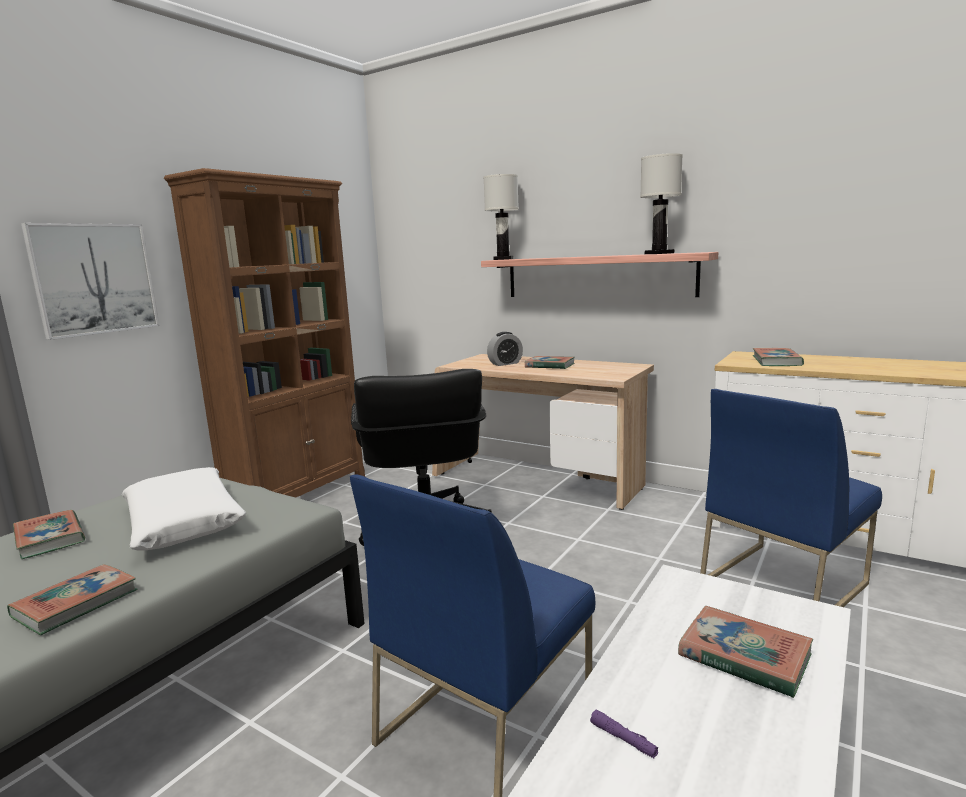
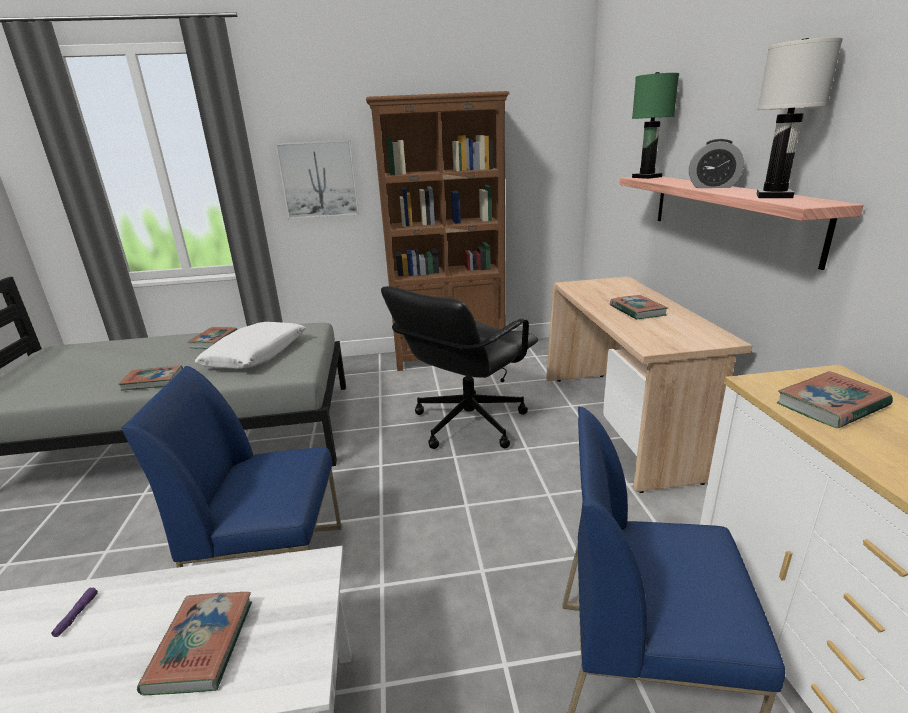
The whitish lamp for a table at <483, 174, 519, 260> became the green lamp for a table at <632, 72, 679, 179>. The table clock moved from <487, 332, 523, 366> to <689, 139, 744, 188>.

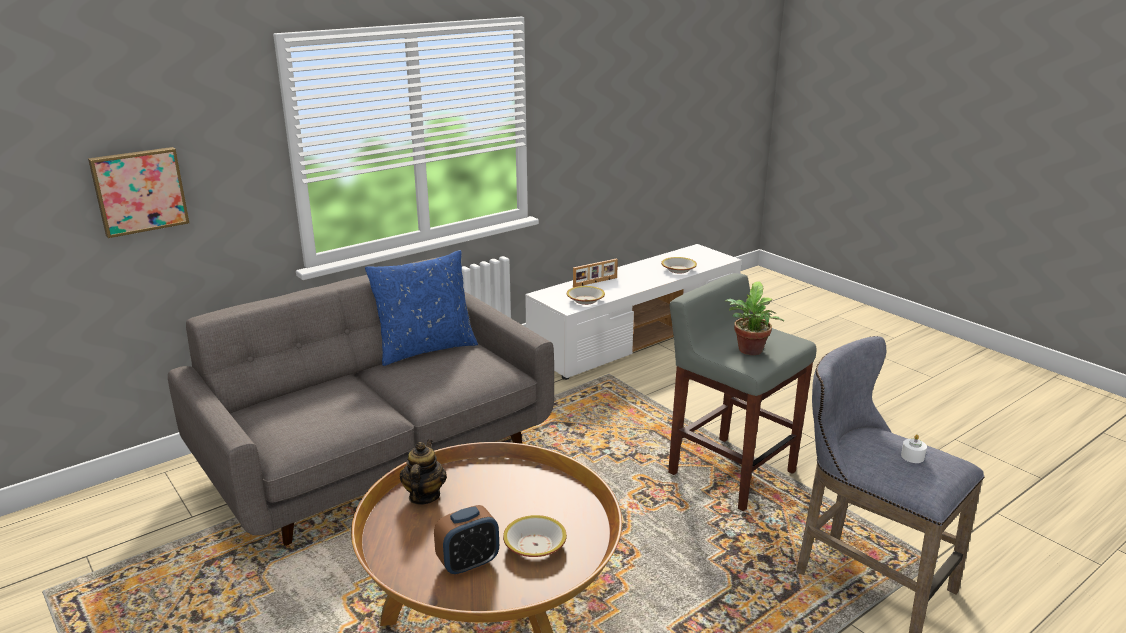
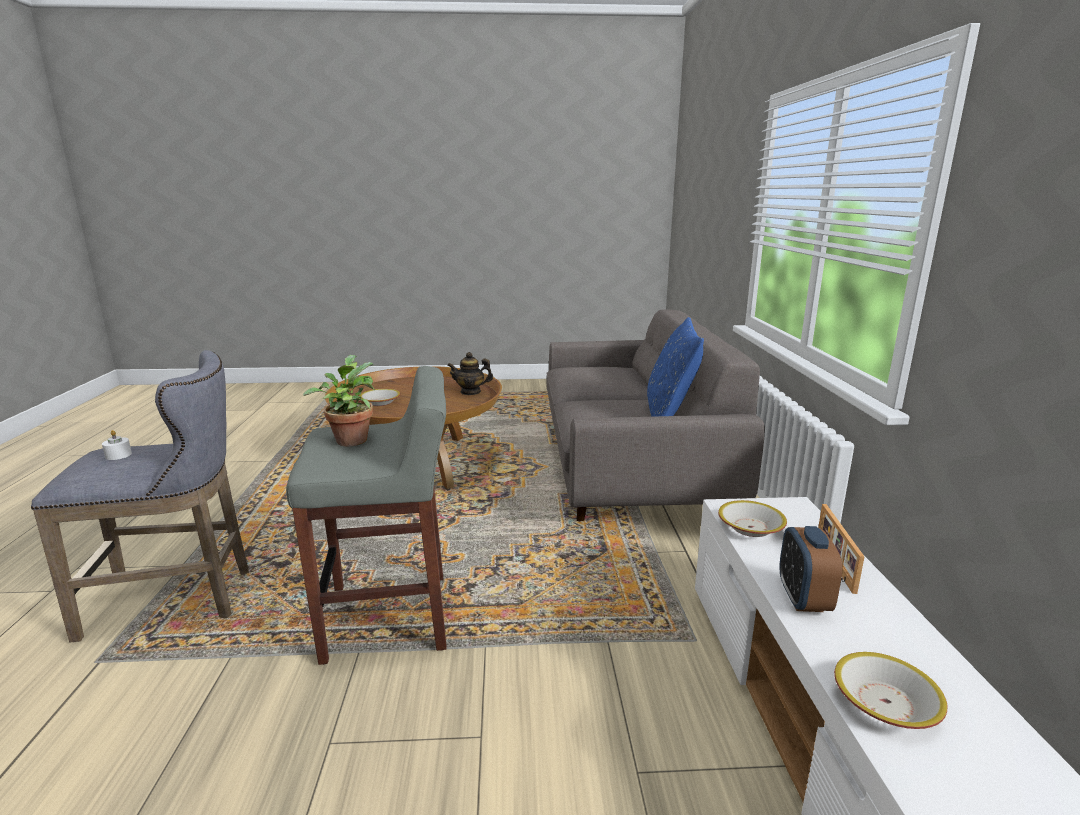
The pot for tea at <400, 440, 447, 505> turned 135 degrees clockwise. The table clock moved from <434, 505, 499, 576> to <779, 526, 842, 612>. The picture at <88, 147, 189, 238> disappeared.

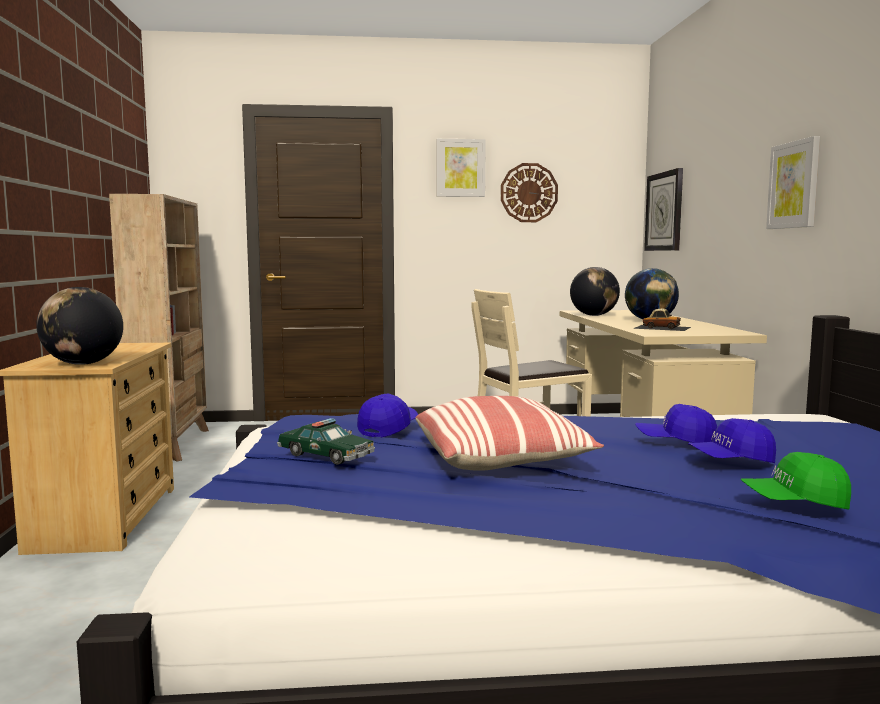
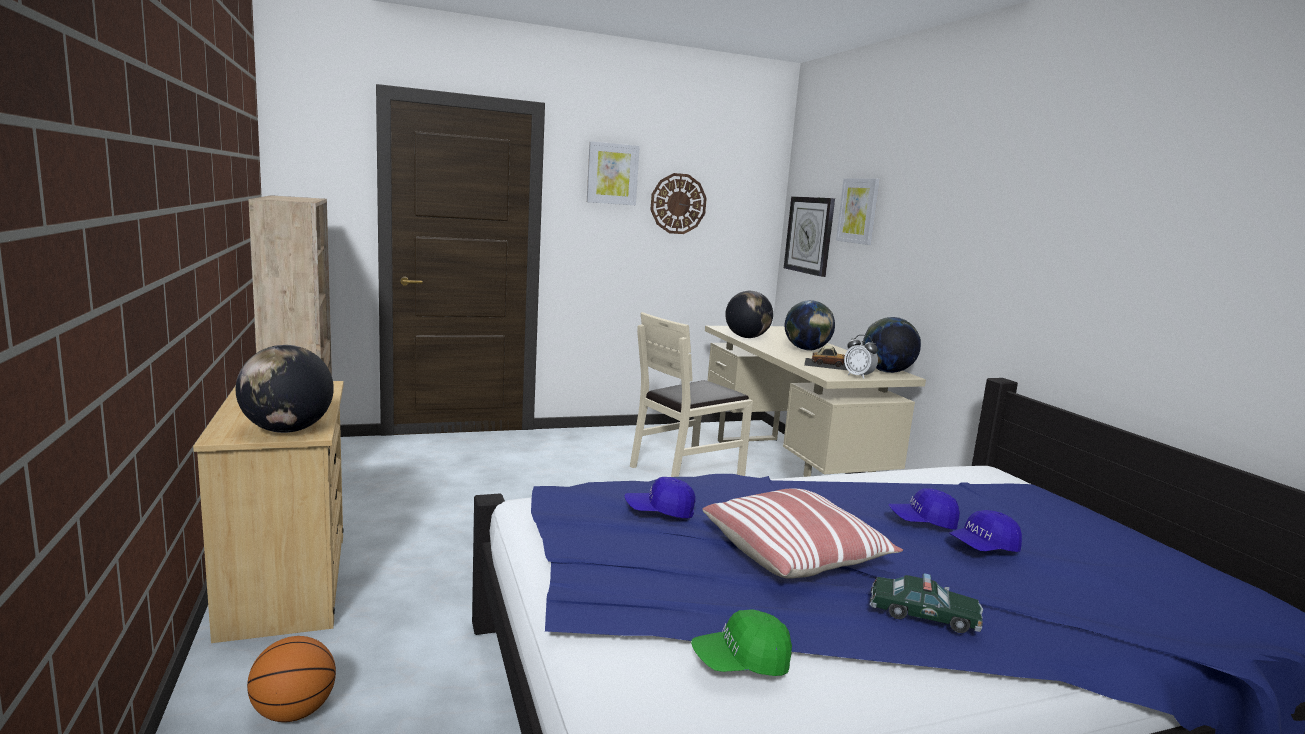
The ball for basketball at <247, 636, 336, 722> appeared. The blue cap at <357, 393, 418, 438> turned 105 degrees counterclockwise. The green cap moved from <741, 452, 851, 510> to <691, 609, 792, 676>. The picture moved from <766, 136, 820, 229> to <836, 178, 880, 245>. The table clock at <844, 335, 878, 379> appeared. The desk globe at <863, 317, 921, 373> appeared. The model car moved from <277, 418, 375, 465> to <870, 573, 983, 633>.

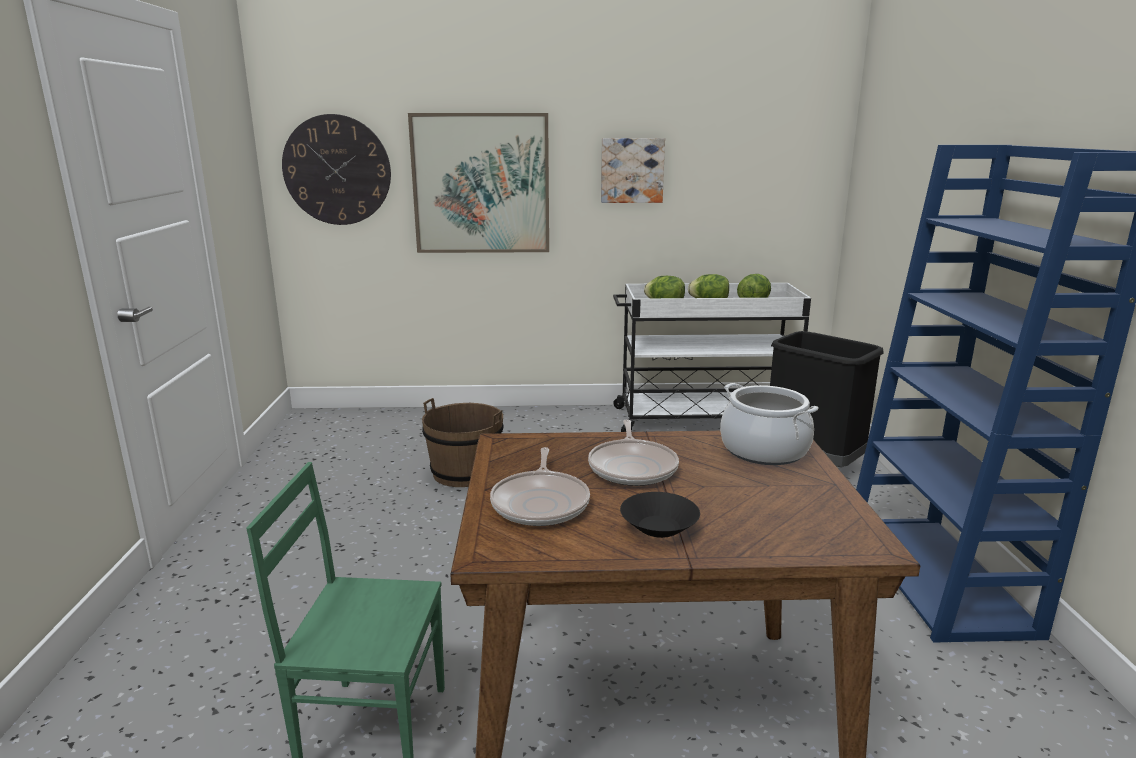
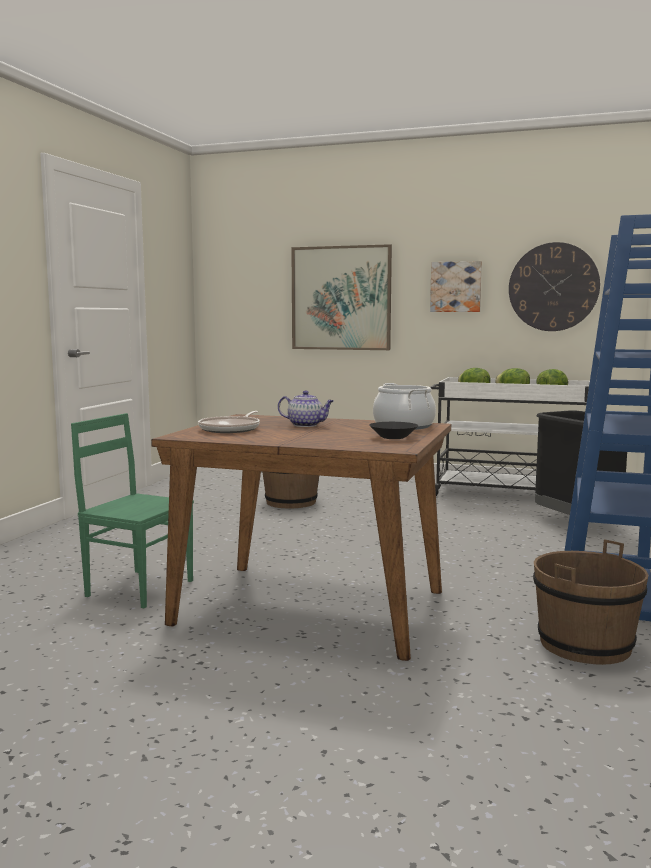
The frying pan at <588, 420, 679, 486> was replaced by the pot for tea at <278, 390, 334, 427>. The black-coloured bowl moved from <620, 492, 700, 538> to <369, 422, 418, 439>. The hanging clock moved from <282, 114, 391, 225> to <509, 242, 600, 331>. The brownish pail at <533, 539, 648, 665> appeared.

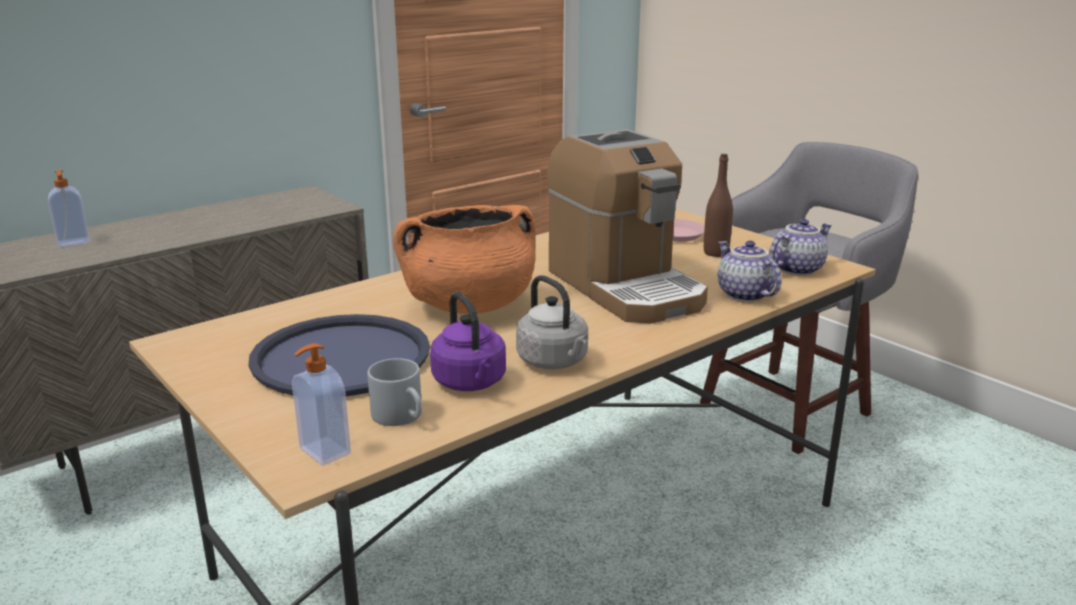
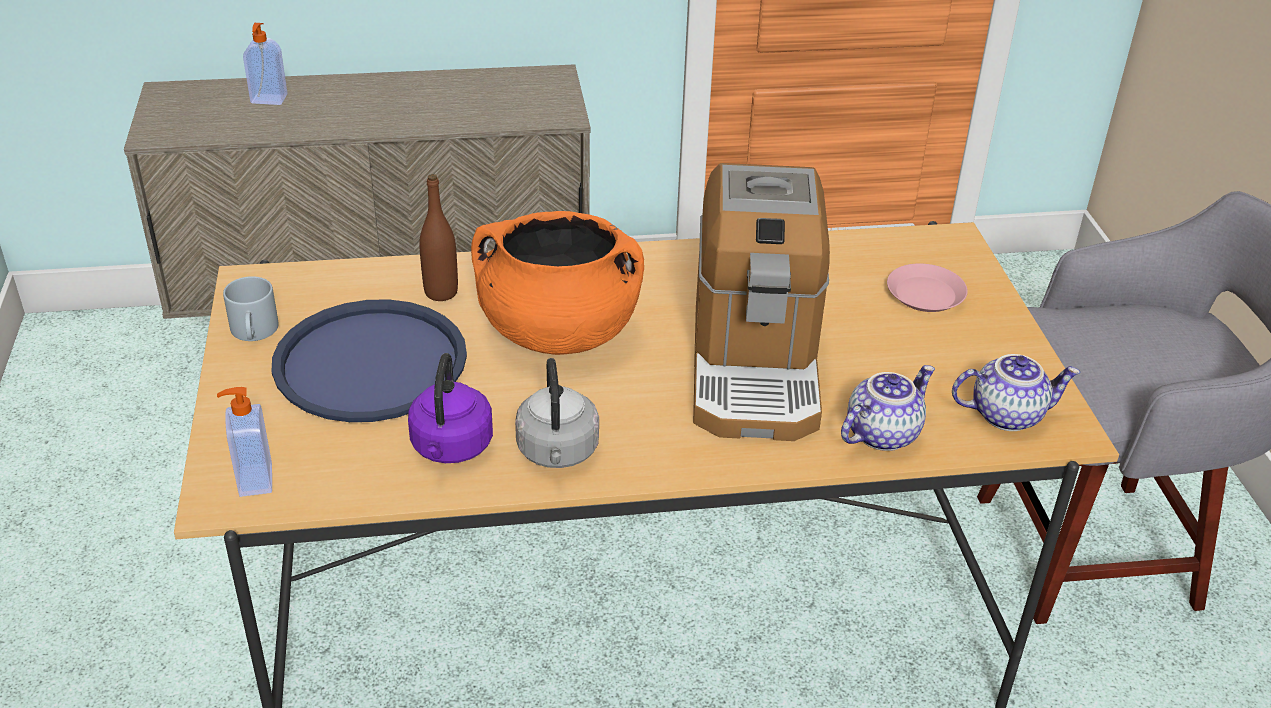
The gray tea mug moved from <367, 358, 422, 426> to <223, 276, 279, 341>. The brownish drink bottle moved from <704, 154, 733, 257> to <419, 174, 458, 301>. The pot for tea at <718, 241, 782, 302> turned 45 degrees clockwise.

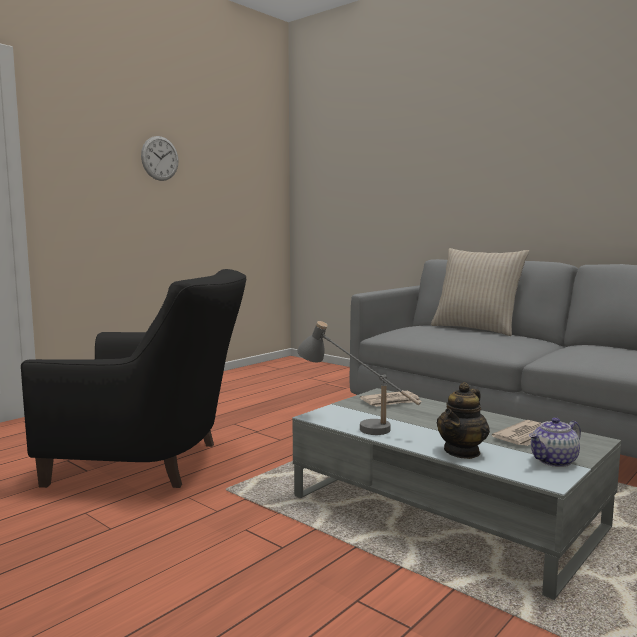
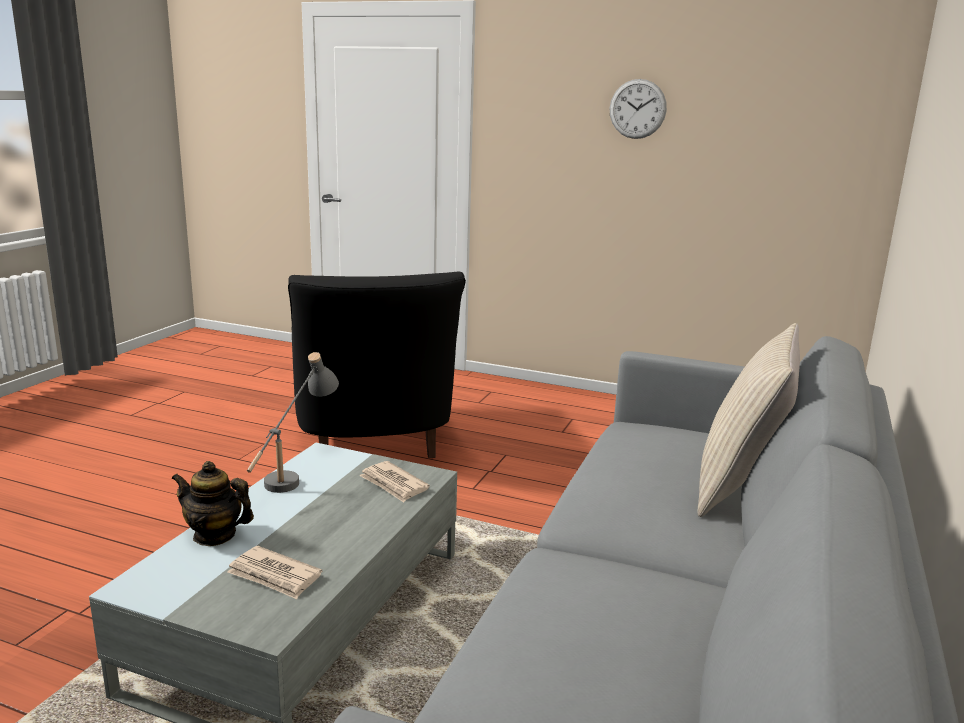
The pot for tea at <529, 417, 581, 467> disappeared.

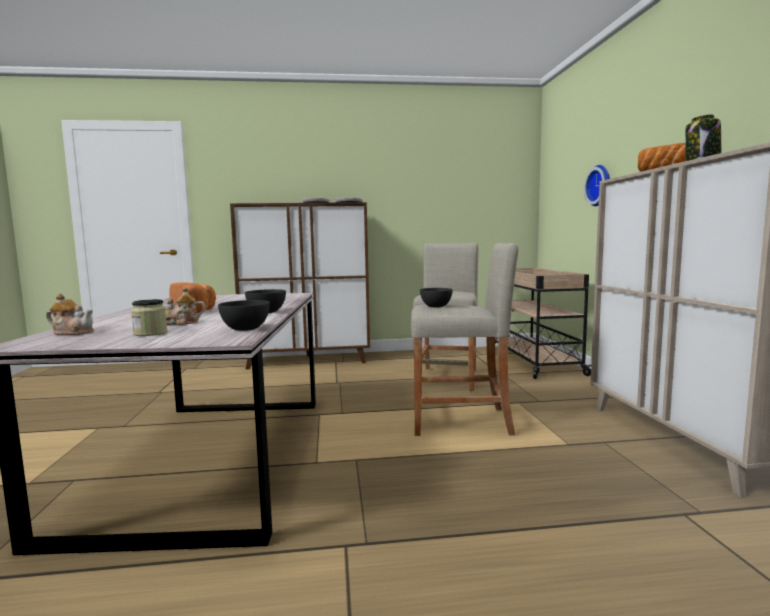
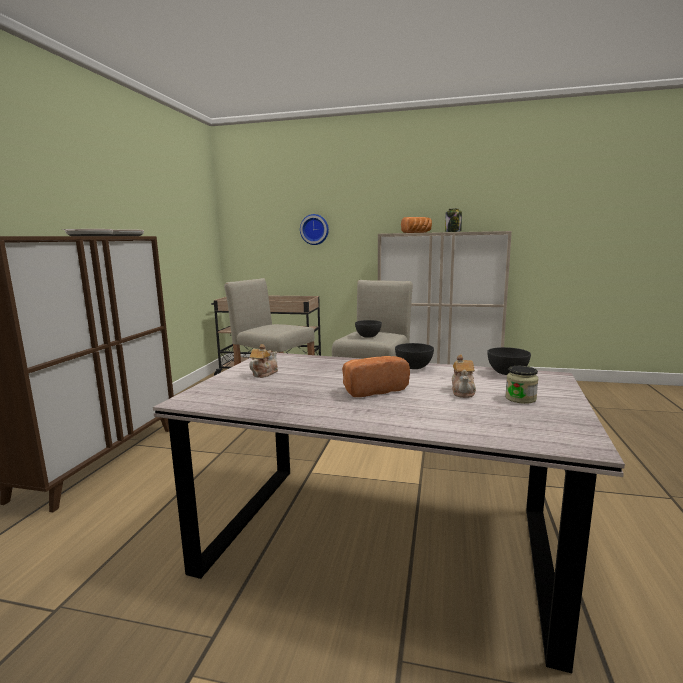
The pot for tea moved from <46, 293, 94, 335> to <249, 344, 278, 378>.

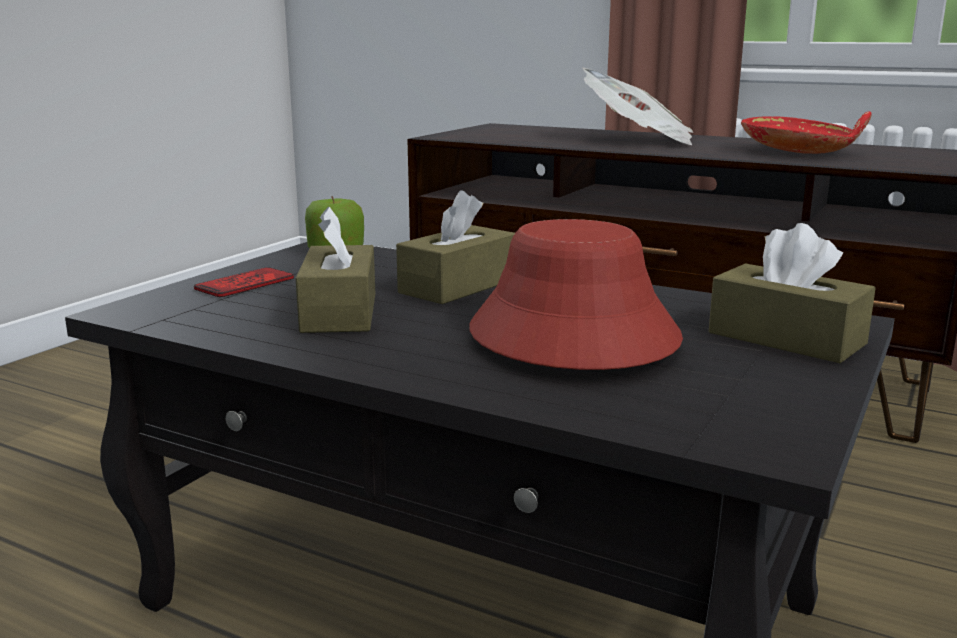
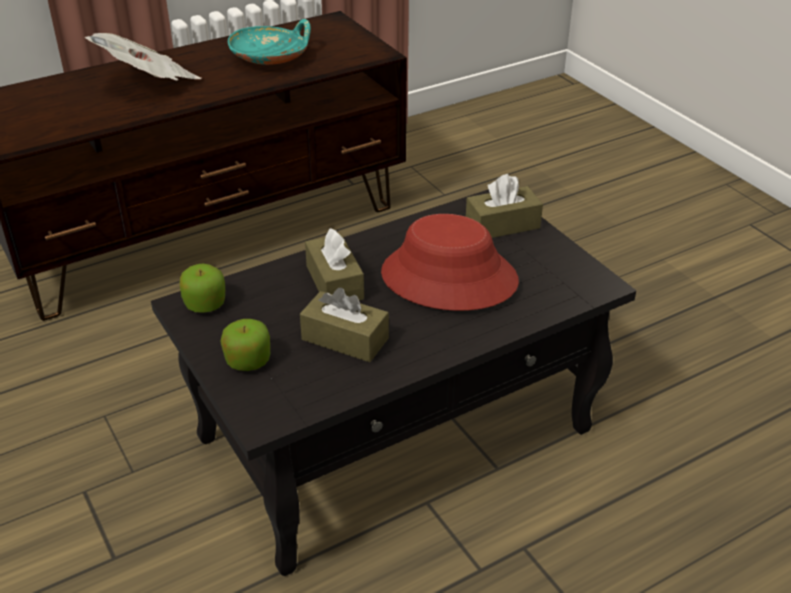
The phone at <194, 267, 294, 297> was replaced by the apple at <220, 319, 270, 371>. The reddish bowl at <741, 111, 872, 154> became the turquoise-coloured bowl at <228, 19, 311, 65>.

